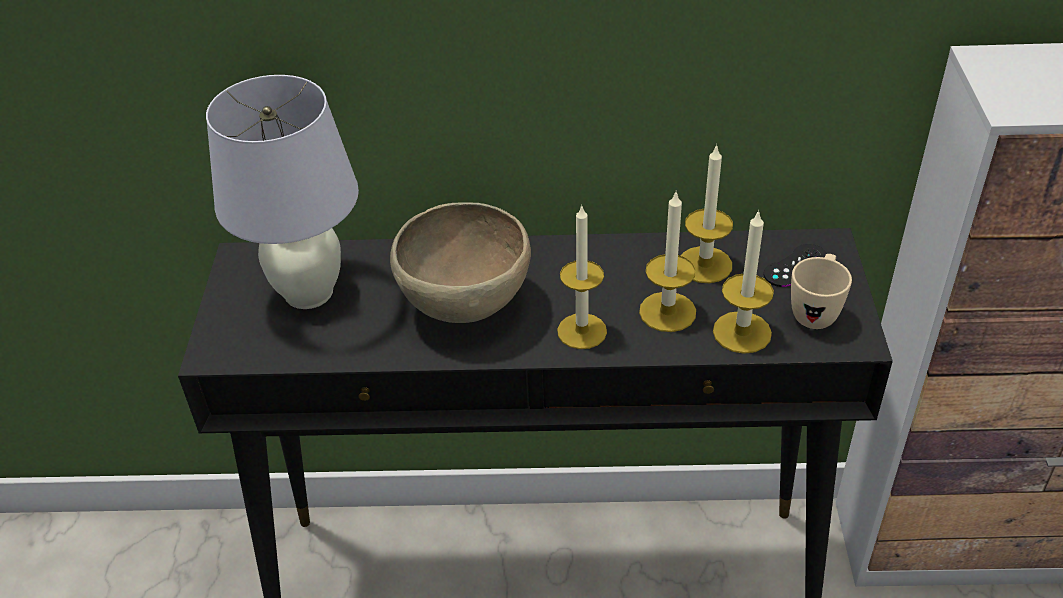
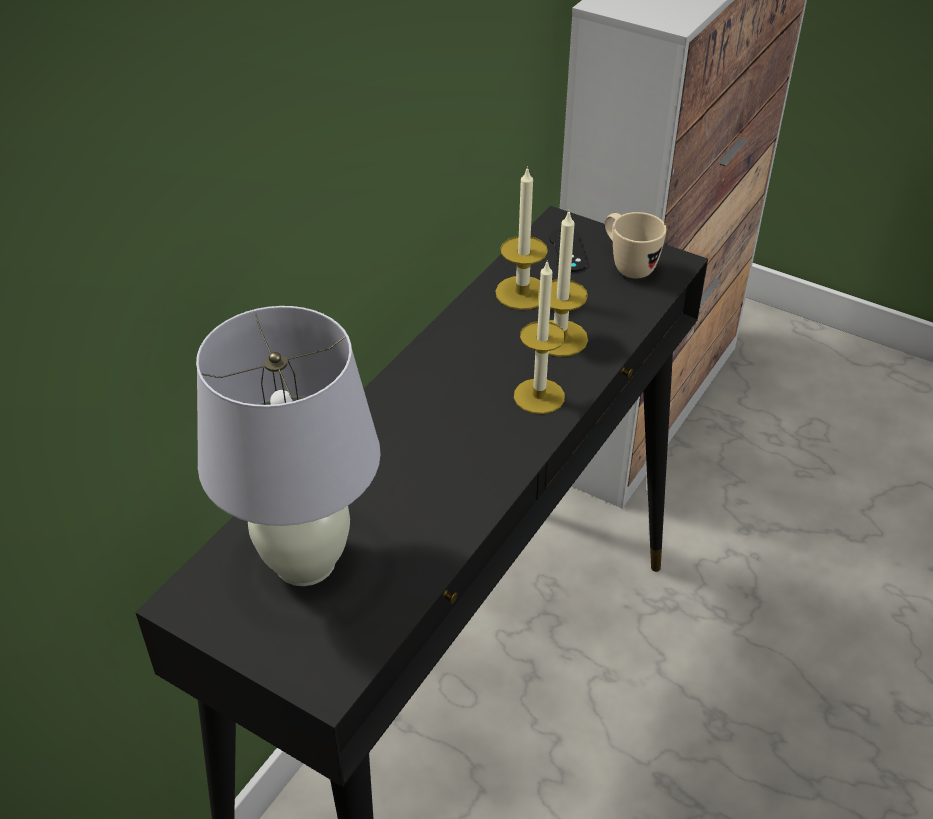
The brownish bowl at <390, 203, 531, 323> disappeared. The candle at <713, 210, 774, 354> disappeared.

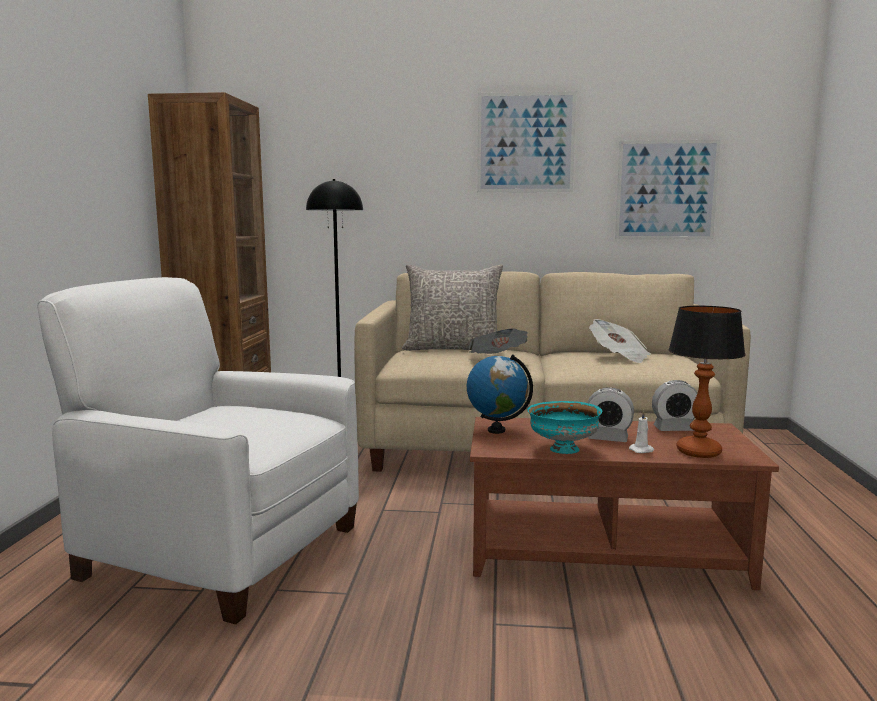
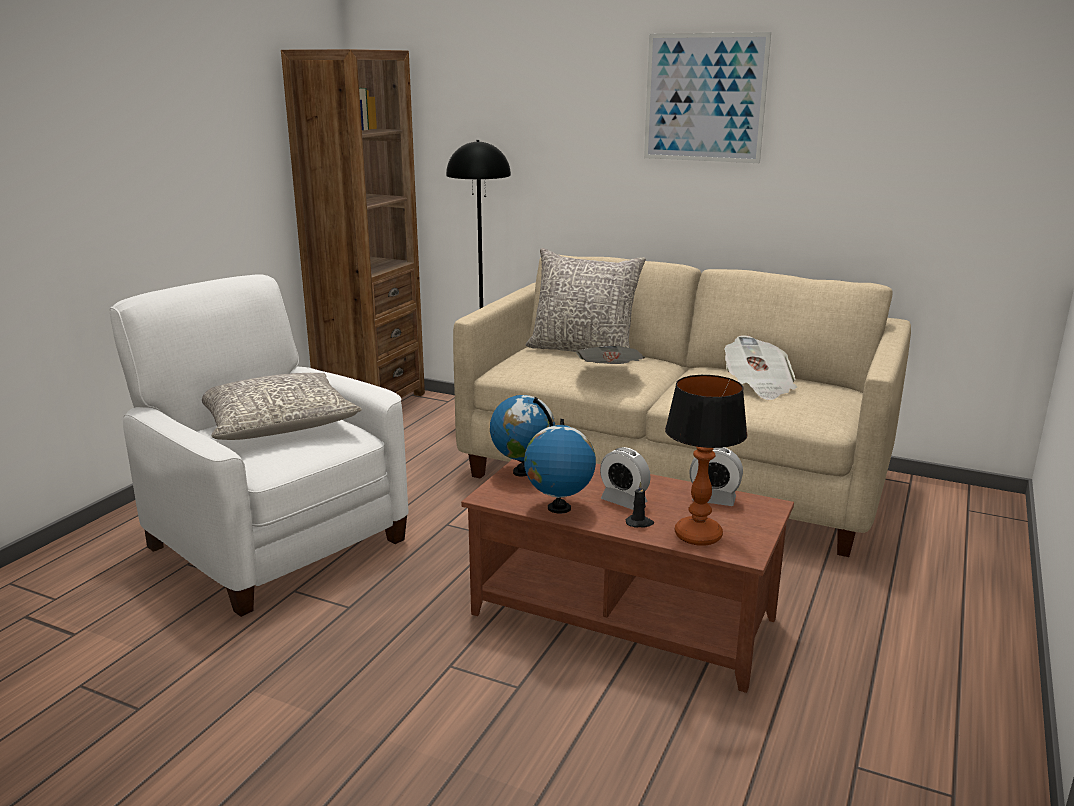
The gray cushion at <202, 373, 362, 440> appeared. The turquoise-coloured bowl at <527, 401, 602, 454> was replaced by the desk globe at <524, 419, 596, 514>. The whitish candle at <629, 410, 654, 453> became the black-coloured candle at <626, 482, 654, 527>. The picture at <615, 140, 721, 239> disappeared.

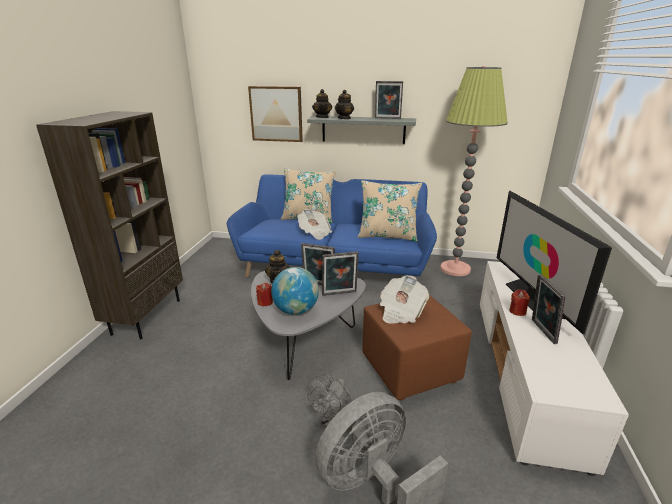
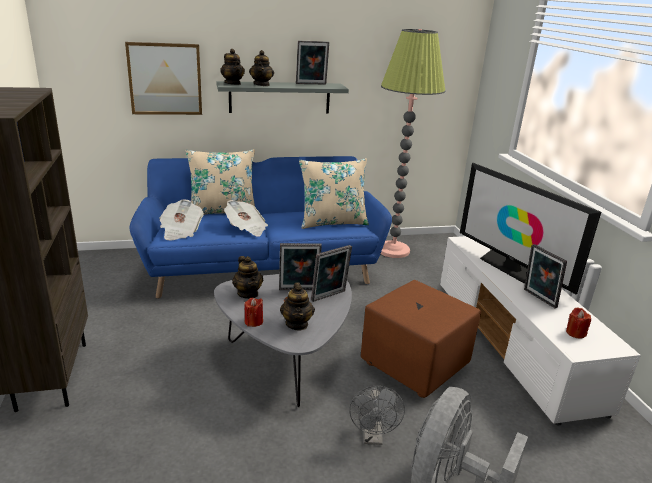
The daily paper moved from <380, 275, 429, 324> to <159, 199, 203, 240>. The desk globe at <271, 267, 319, 315> was replaced by the pot for tea at <280, 282, 315, 330>. The reddish candle moved from <509, 289, 530, 316> to <566, 308, 591, 338>.

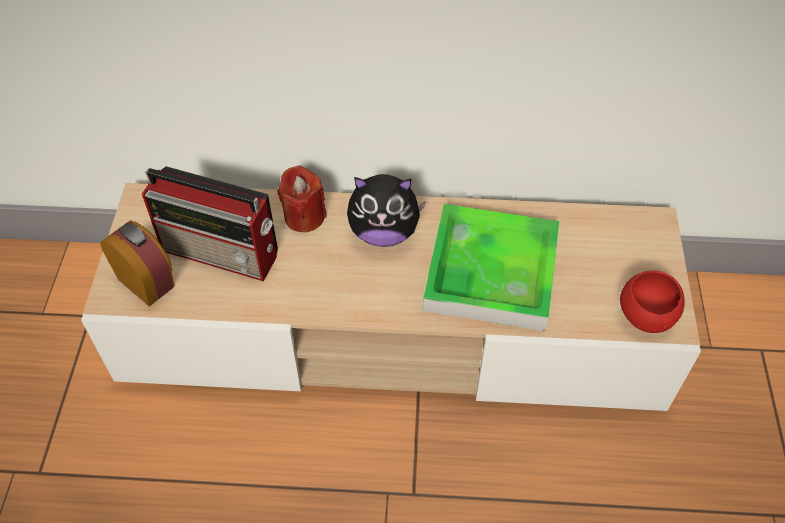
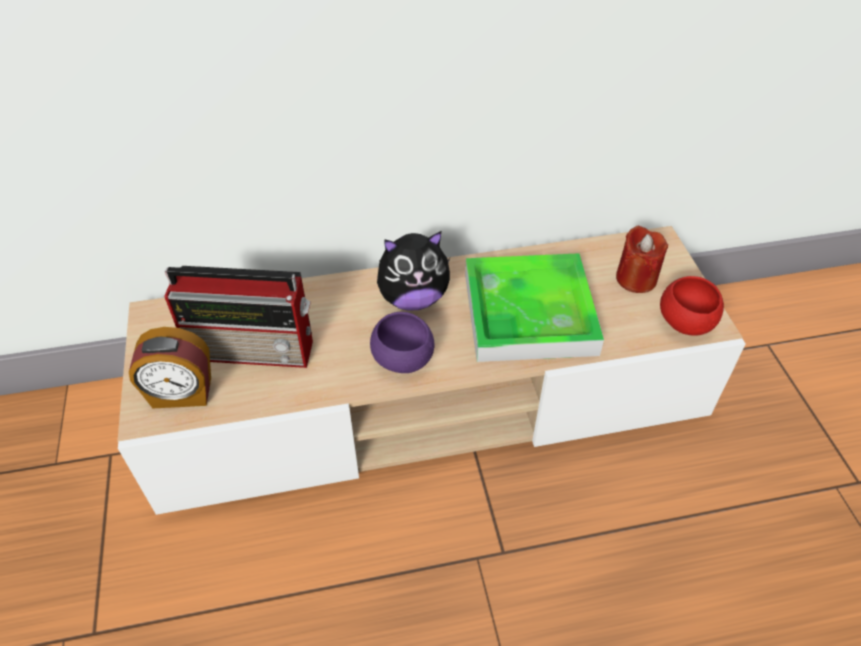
The table clock at <100, 221, 175, 307> turned 150 degrees clockwise. The purplish bowl at <370, 312, 435, 373> appeared. The reddish candle moved from <278, 165, 327, 232> to <616, 225, 668, 293>.

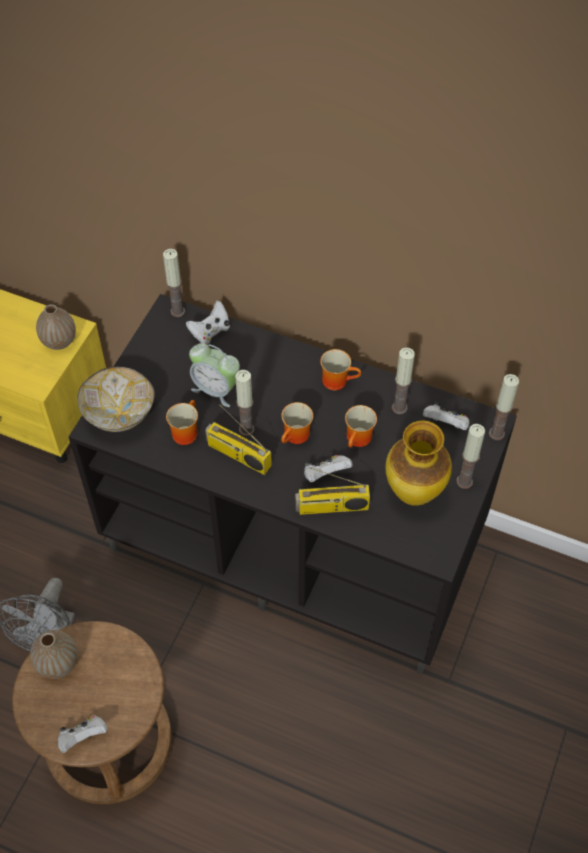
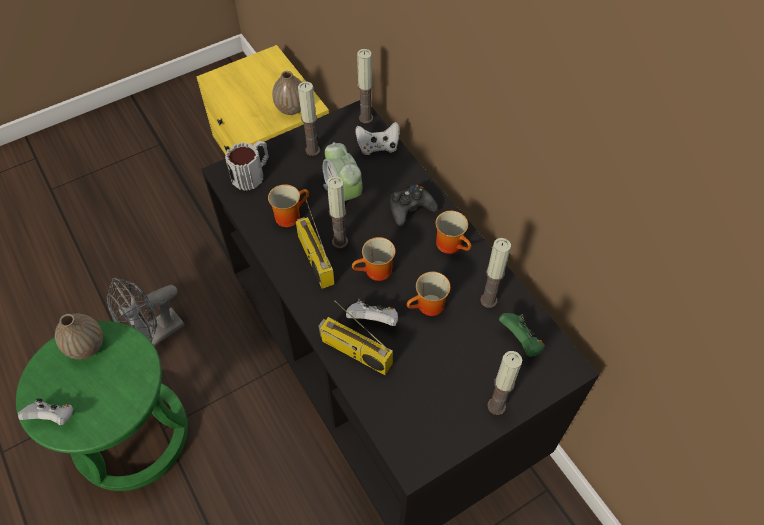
The brownish stool seat at <12, 621, 172, 804> became the green stool seat at <16, 321, 188, 491>. The bowl at <77, 367, 154, 432> was replaced by the tea mug at <225, 141, 269, 191>. The candle moved from <489, 374, 519, 440> to <298, 82, 320, 156>. The black-coloured joypad at <389, 185, 438, 226> appeared. The whitish joypad at <423, 402, 469, 430> became the green joypad at <498, 313, 545, 357>. The vase at <385, 421, 452, 506> disappeared.

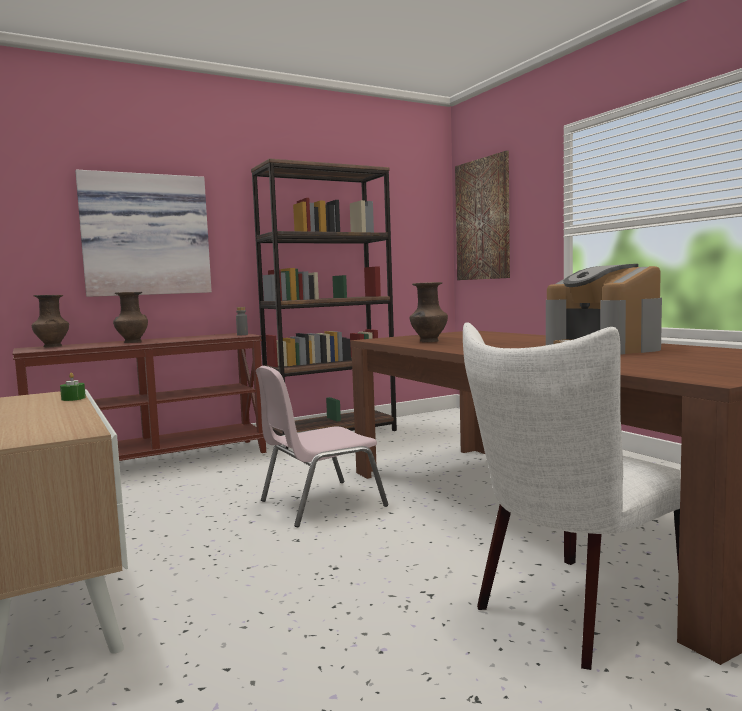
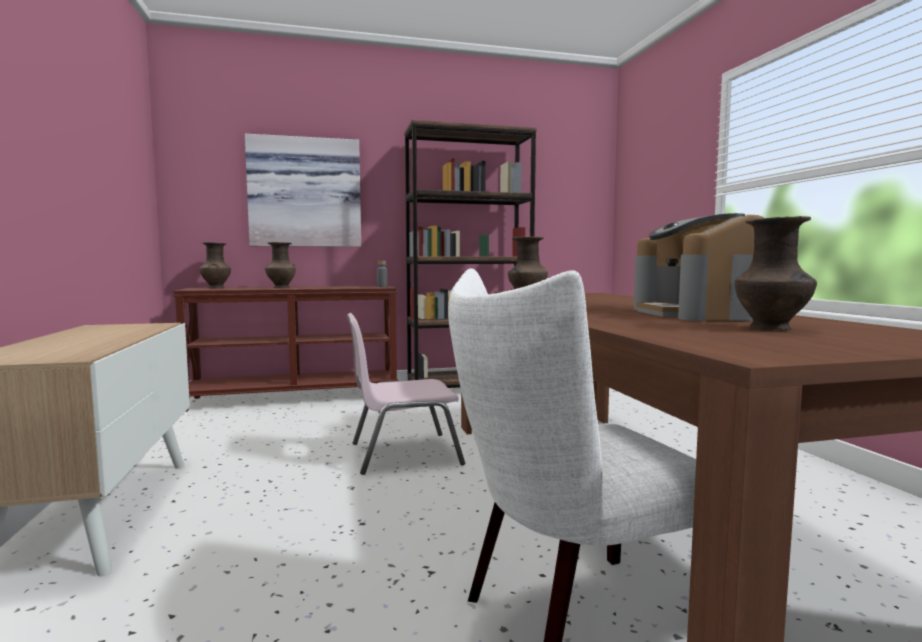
The brownish vase at <735, 216, 817, 330> appeared. The green candle at <60, 373, 86, 401> disappeared. The picture at <455, 151, 510, 280> disappeared.

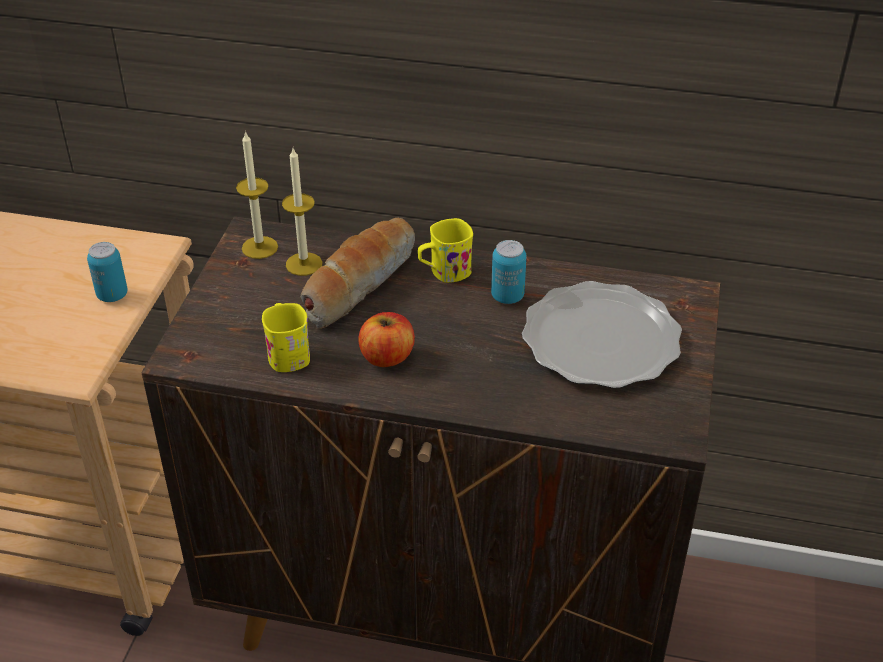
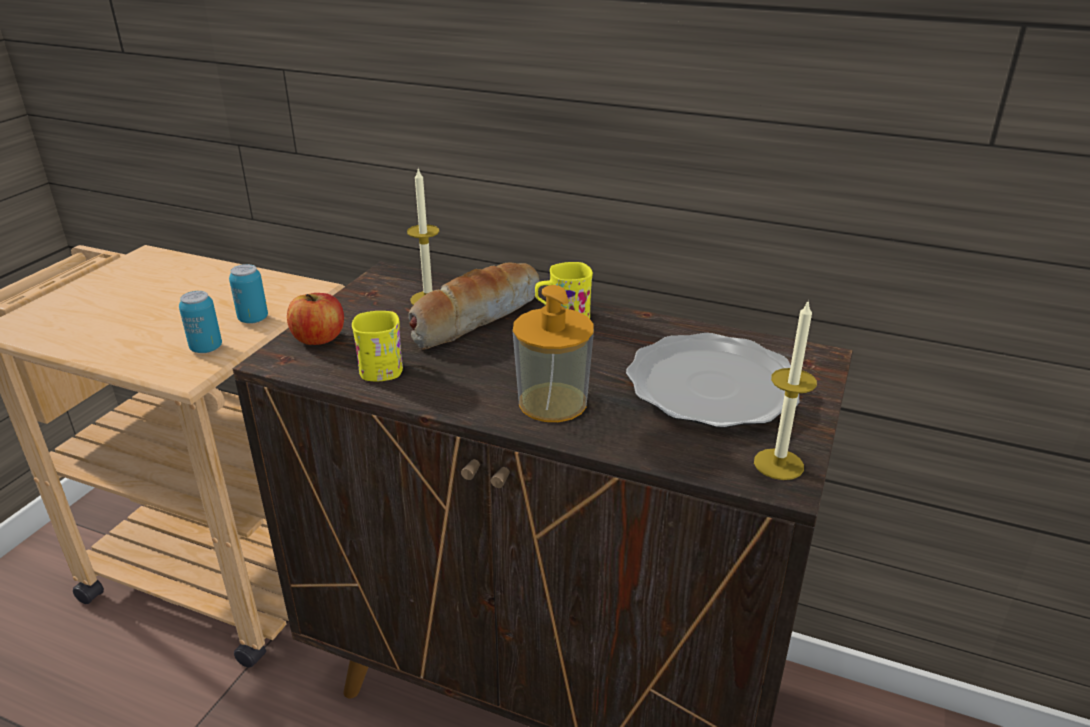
The metal can moved from <491, 240, 526, 304> to <179, 291, 222, 353>. The apple moved from <358, 312, 415, 367> to <287, 293, 344, 345>. The soap dispenser at <513, 285, 594, 422> appeared. The candle moved from <236, 131, 278, 259> to <754, 299, 817, 480>.

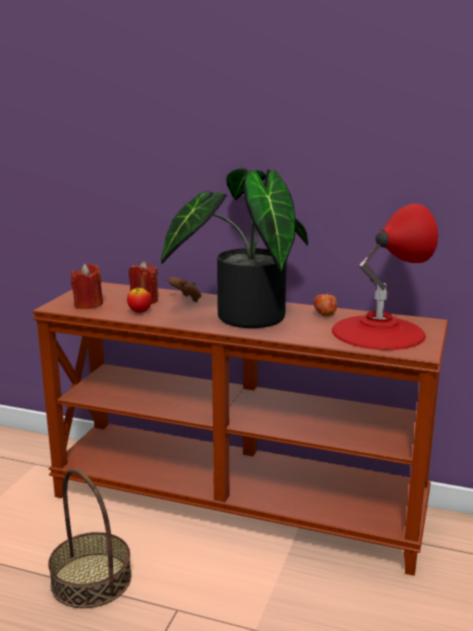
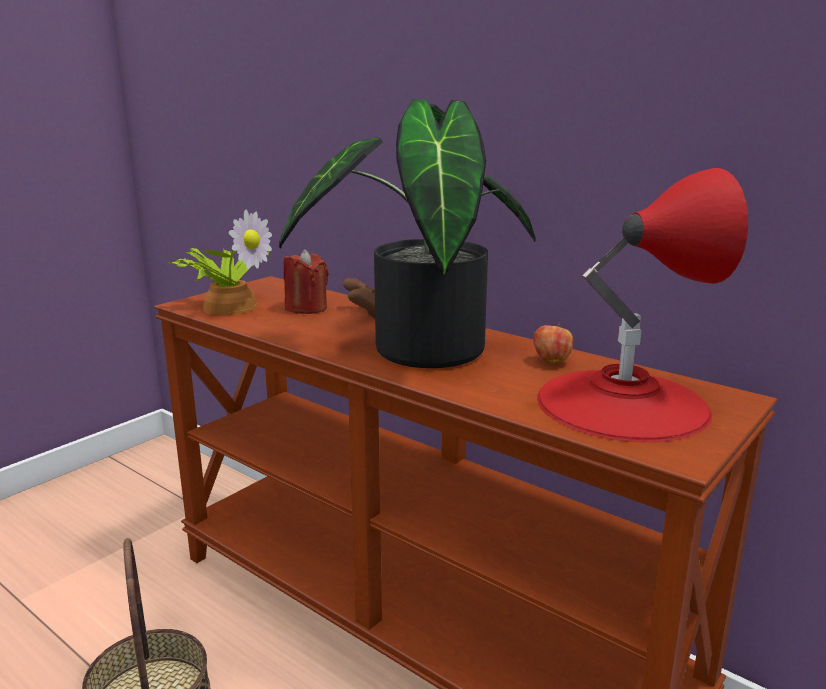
The reddish candle at <71, 264, 103, 309> was replaced by the plant in a pot at <168, 209, 272, 315>. The apple at <127, 287, 152, 313> disappeared.

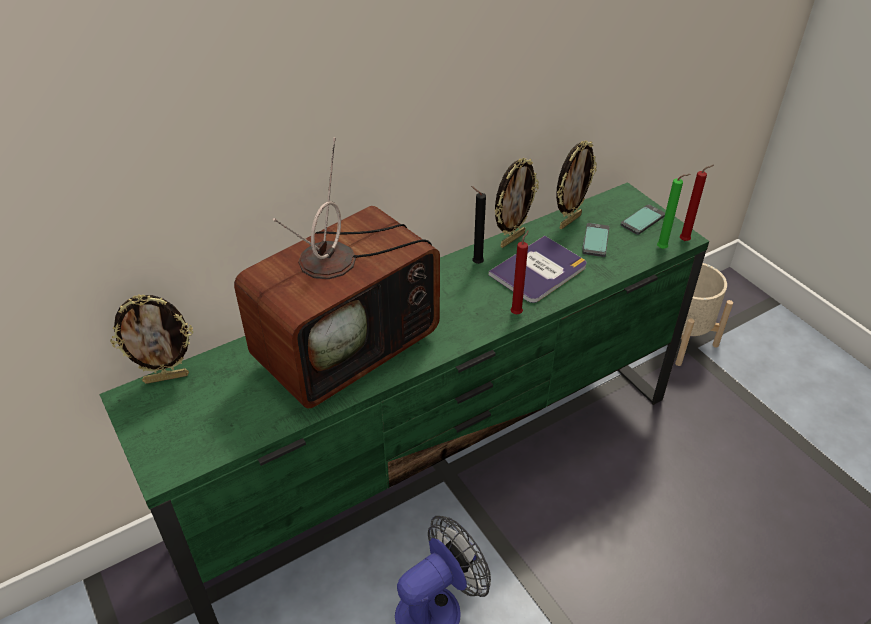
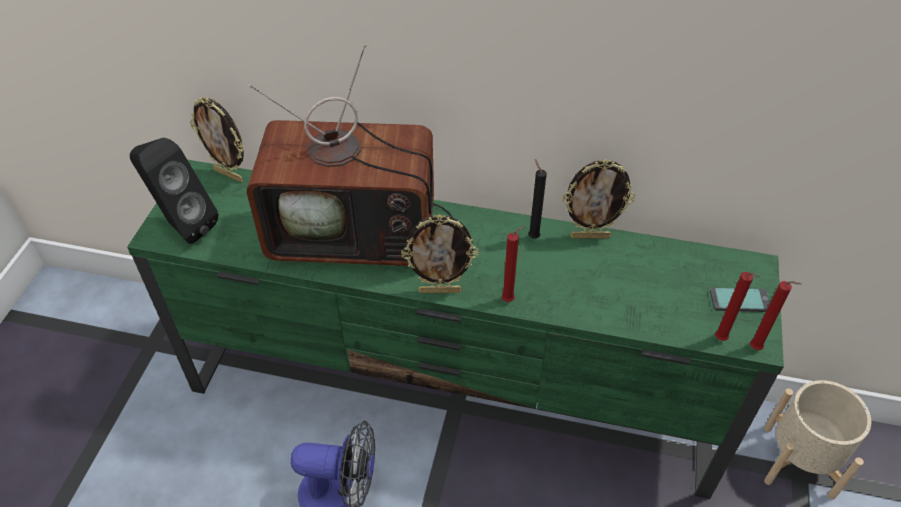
The black-coloured loudspeaker at <130, 138, 218, 244> appeared. The standing frame moved from <556, 140, 597, 229> to <401, 214, 479, 293>. The green candle at <657, 174, 690, 249> became the reddish candle at <715, 272, 760, 341>. The volume at <489, 236, 586, 303> disappeared. The phone at <582, 223, 609, 257> disappeared.

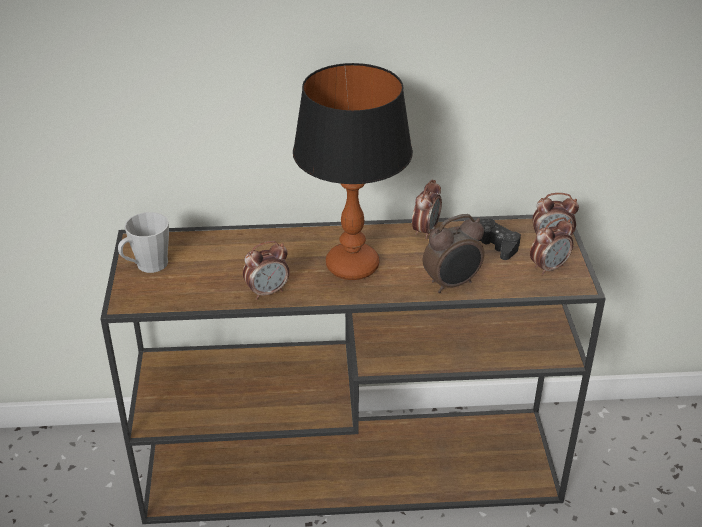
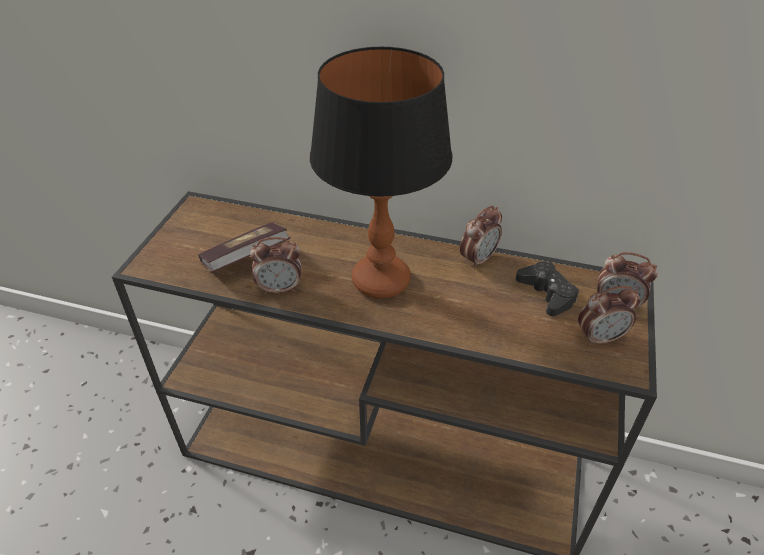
The volume at <198, 222, 290, 272> appeared. The gray tea mug at <118, 212, 169, 273> disappeared. The table clock at <423, 214, 484, 293> disappeared.

